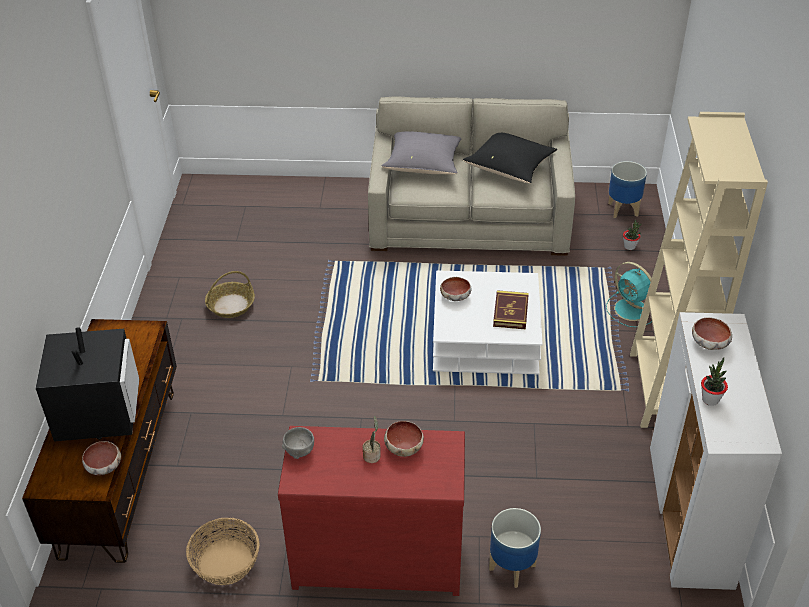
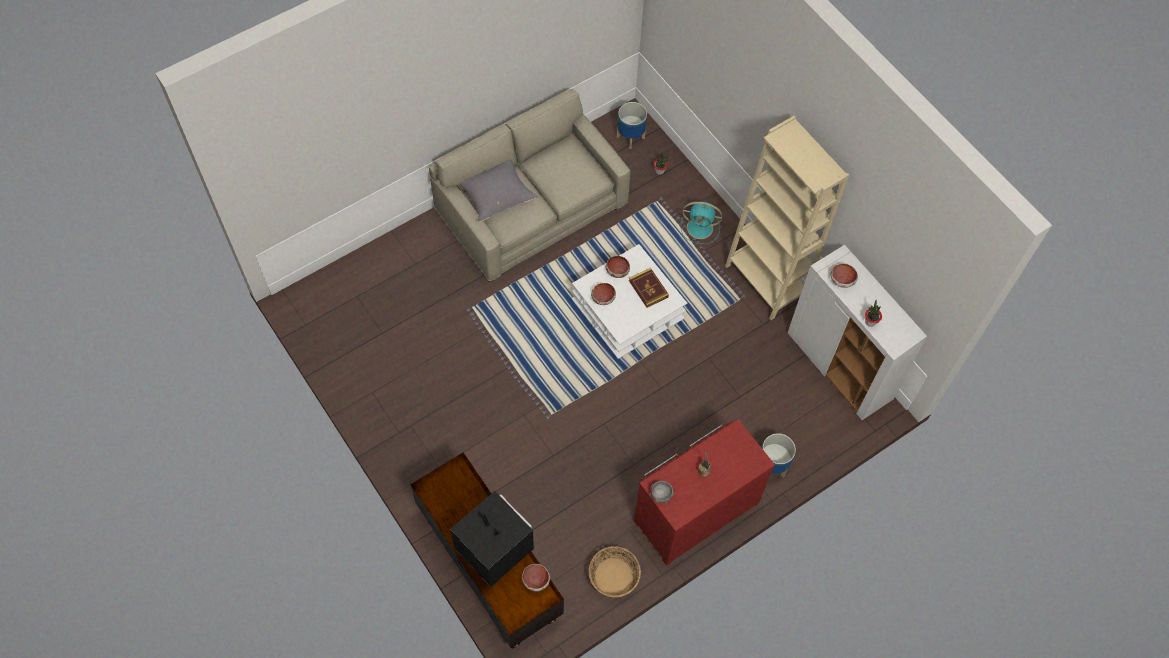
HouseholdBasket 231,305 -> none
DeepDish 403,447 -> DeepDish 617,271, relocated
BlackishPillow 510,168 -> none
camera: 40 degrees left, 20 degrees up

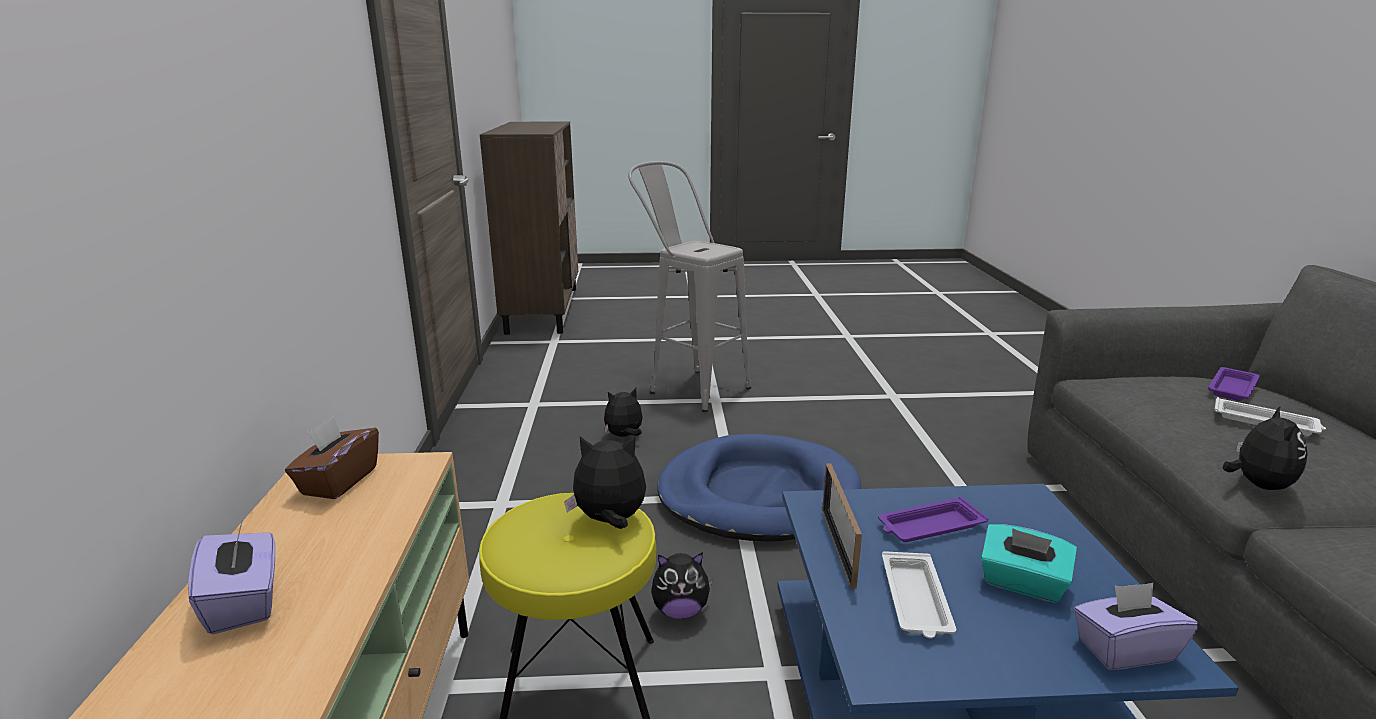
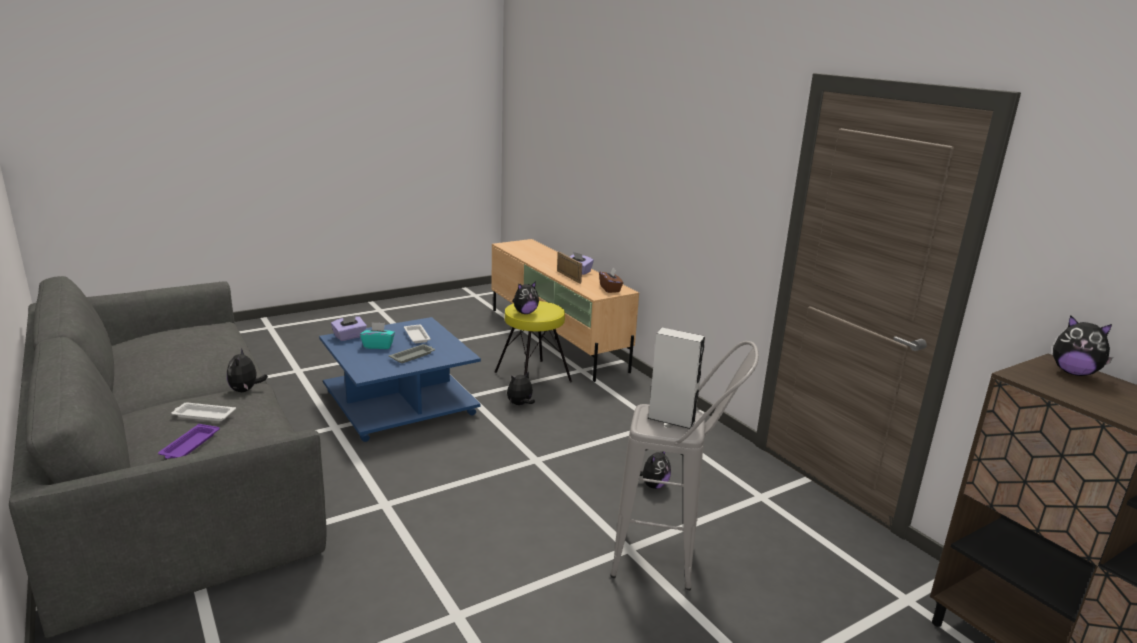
BluishPetBed 757,494 -> none
PictureFrame 838,547 -> PictureFrame 568,277, relocated
PurplishCarryingTray 929,527 -> GreyCarryingTray 413,356
none -> GreyLoudspeaker 671,419
none -> PlushToy 1073,373
camera: 150 degrees right, 0 degrees up

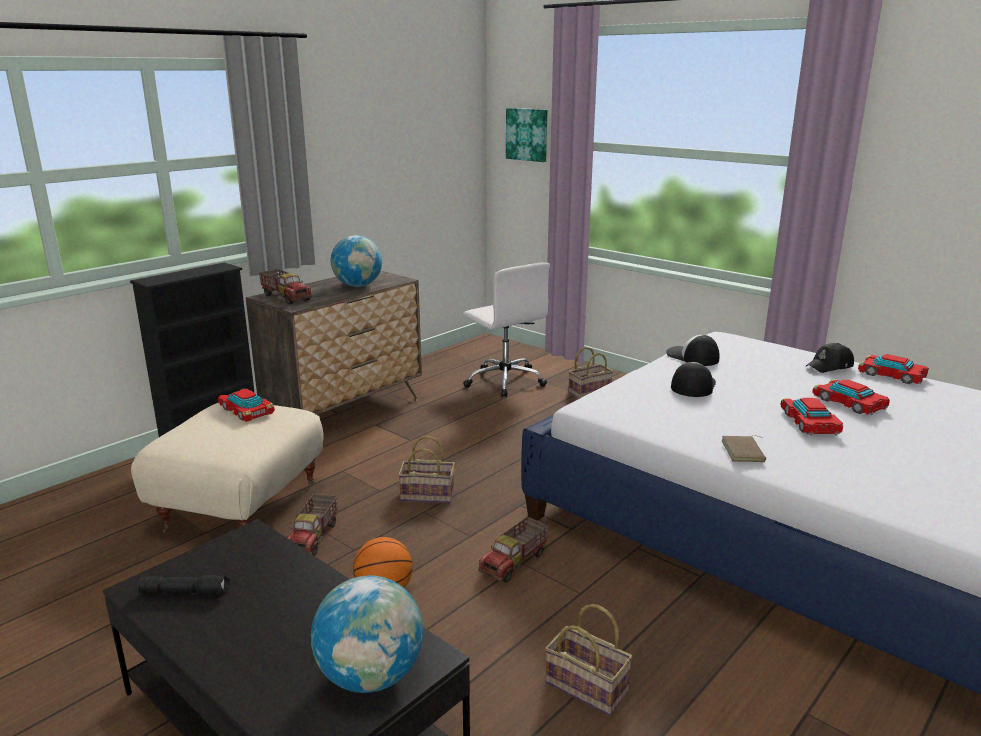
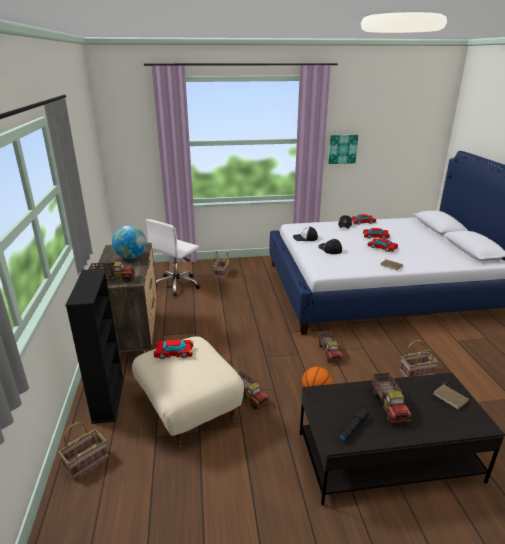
WorldGlobe 370,676 -> BrownishBoundBook 451,397
HouseholdBasket 429,494 -> HouseholdBasket 87,461, relocated
WhitishOfficeChair 504,381 -> WhitishOfficeChair 177,284, 120 degrees clockwise
Picture 527,134 -> Picture 342,149, relocated
none -> ToyLorry 389,405
camera: 50 degrees left, 5 degrees up

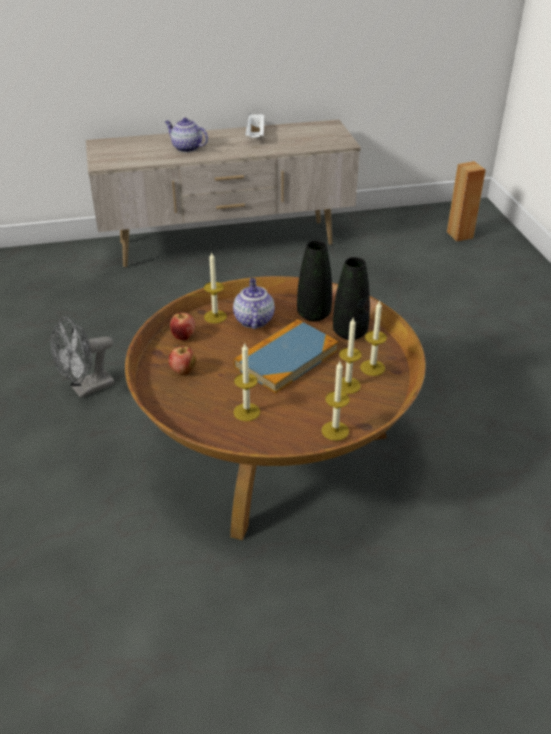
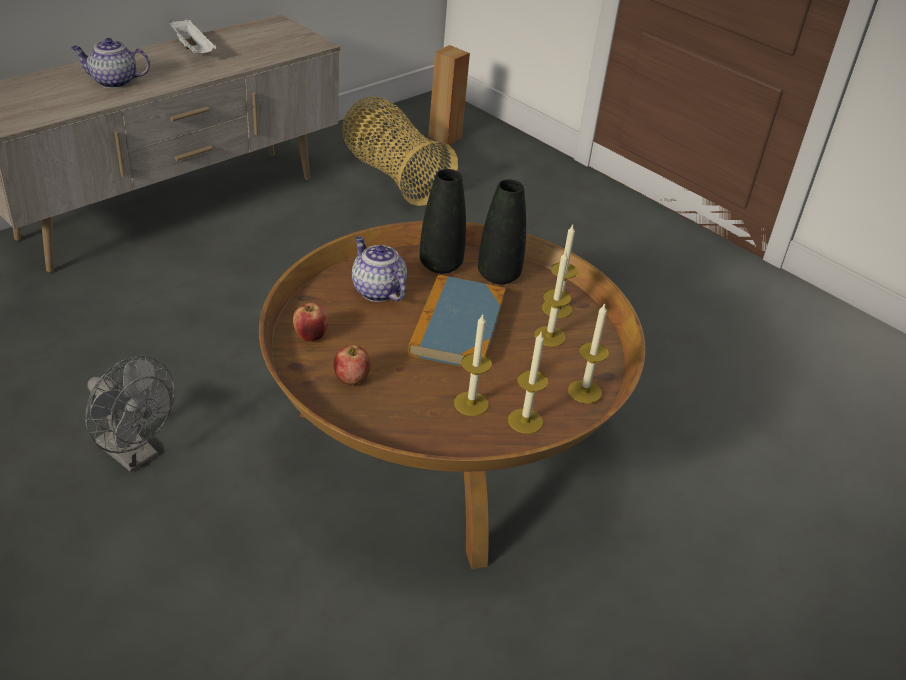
GreyCoolingFan 87,389 -> GreyCoolingFan 134,455, 75 degrees counterclockwise
WaxLight 215,316 -> WaxLight 525,421, relocated
none -> HouseholdBasket 394,176
camera: 35 degrees left, 0 degrees up

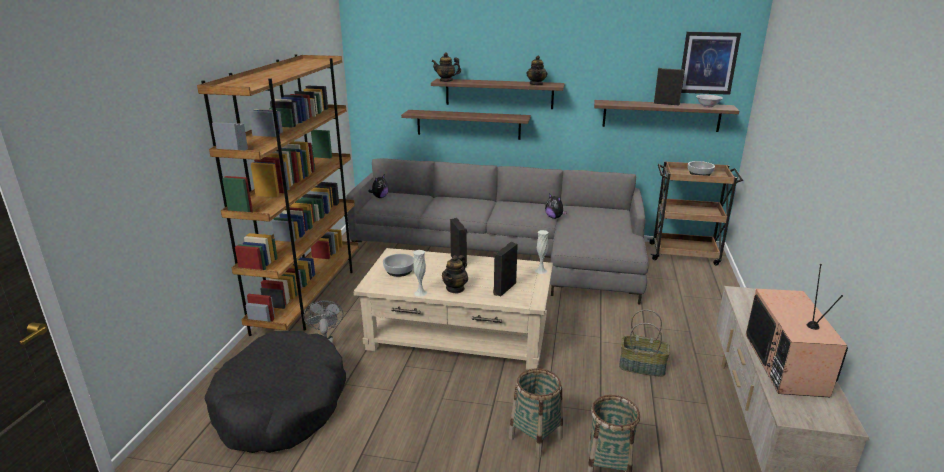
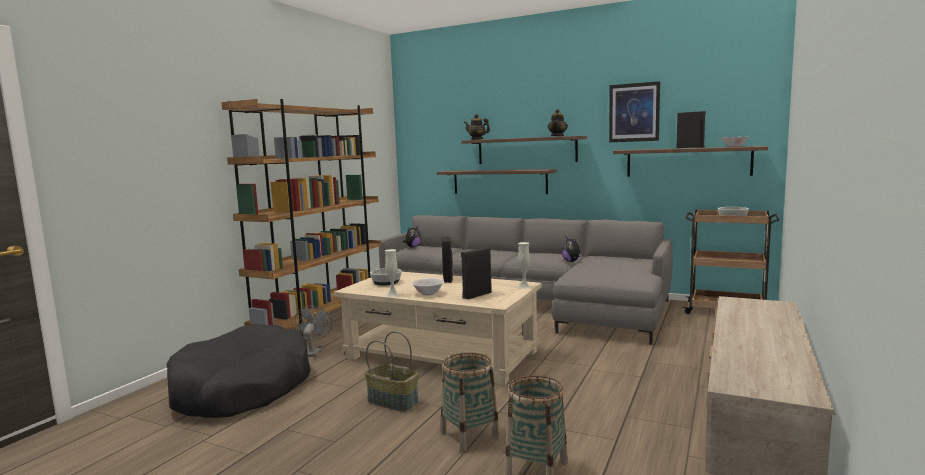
PotForTea 455,288 -> WhitishDeepDish 428,293
HouseholdBasket 642,367 -> HouseholdBasket 393,401, relocated
Picture 708,63 -> Picture 634,112, relocated
Tv 787,365 -> none
camera: 15 degrees right, 15 degrees down

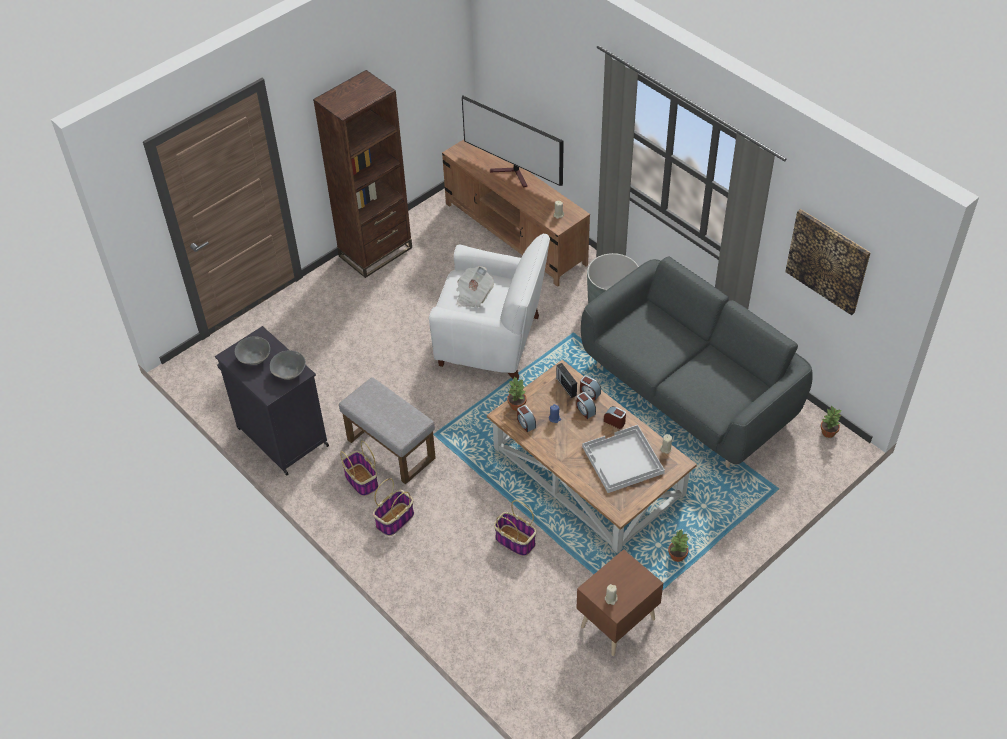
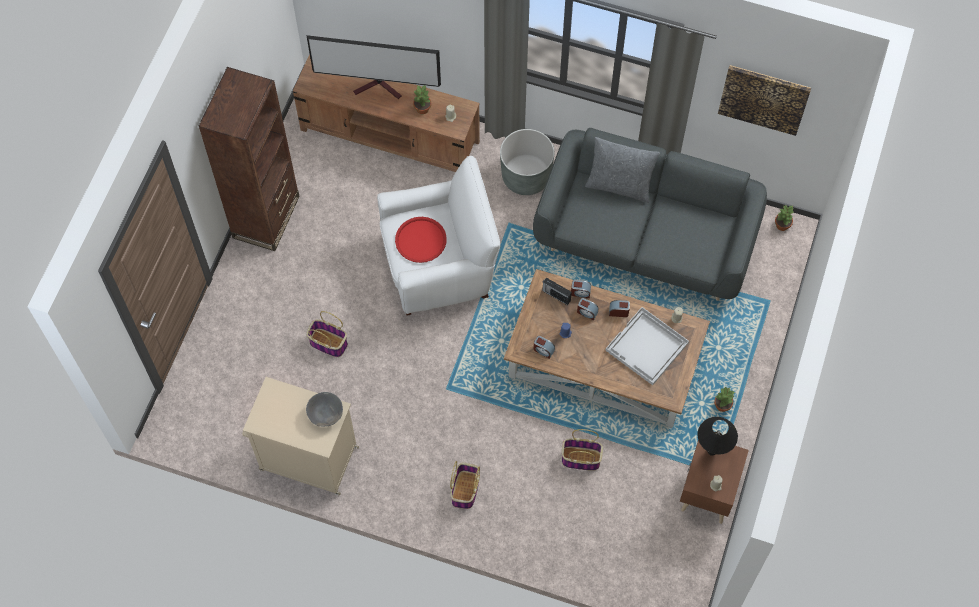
BlackishCupboard 281,436 -> BeigeCupboard 307,458
GreyDeepDish 254,358 -> none
GreyOttoman 389,449 -> none
HouseholdBasket 361,480 -> HouseholdBasket 327,343, relocated
PrintedPaper 473,295 -> RedColouredCarryingTray 421,240
PottedPlant 517,405 -> PottedPlant 422,108, relocated
none -> GreyPillow 619,185
none -> BlackishLampForATable 712,451
camera: 30 degrees left, 15 degrees up

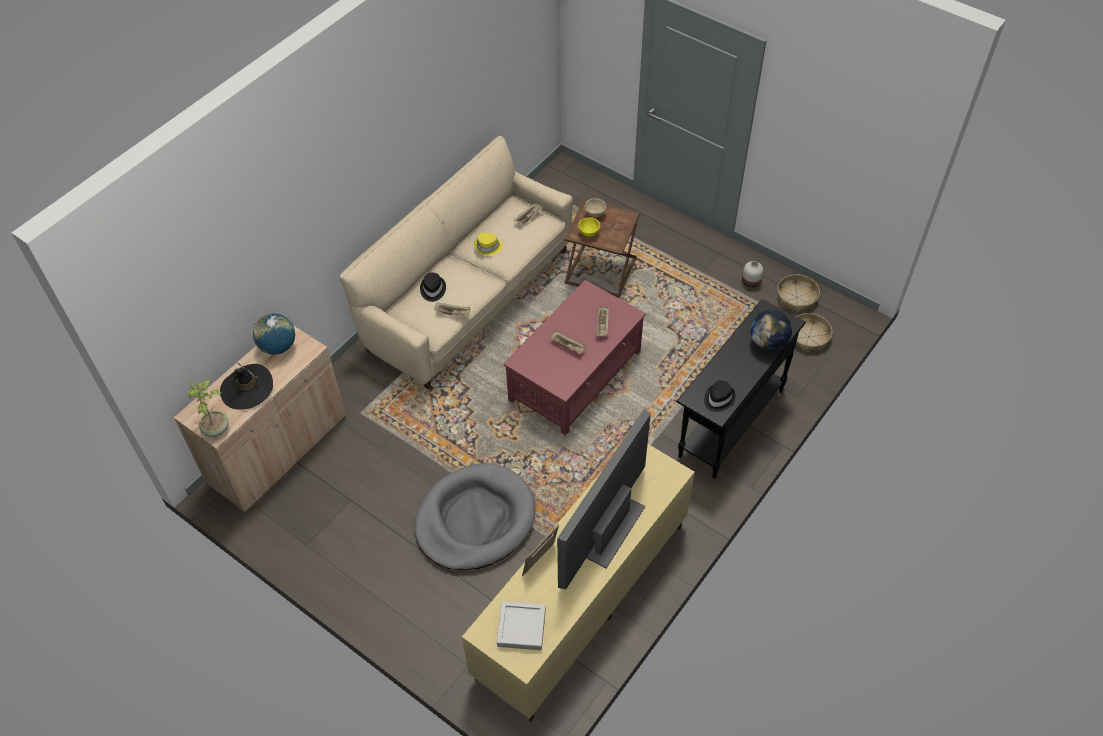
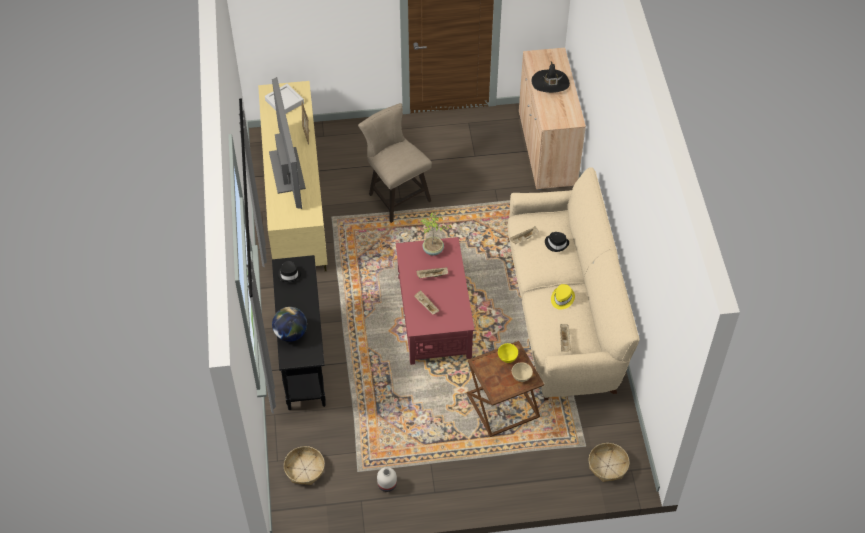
PottedPlant 216,428 -> PottedPlant 433,250, relocated
WorldGlobe 278,346 -> none
GreyPetBed 475,520 -> BeigeSittingStool 396,195
HouseholdBasket 796,297 -> HouseholdBasket 607,466, relocated
camera: 135 degrees right, 0 degrees up

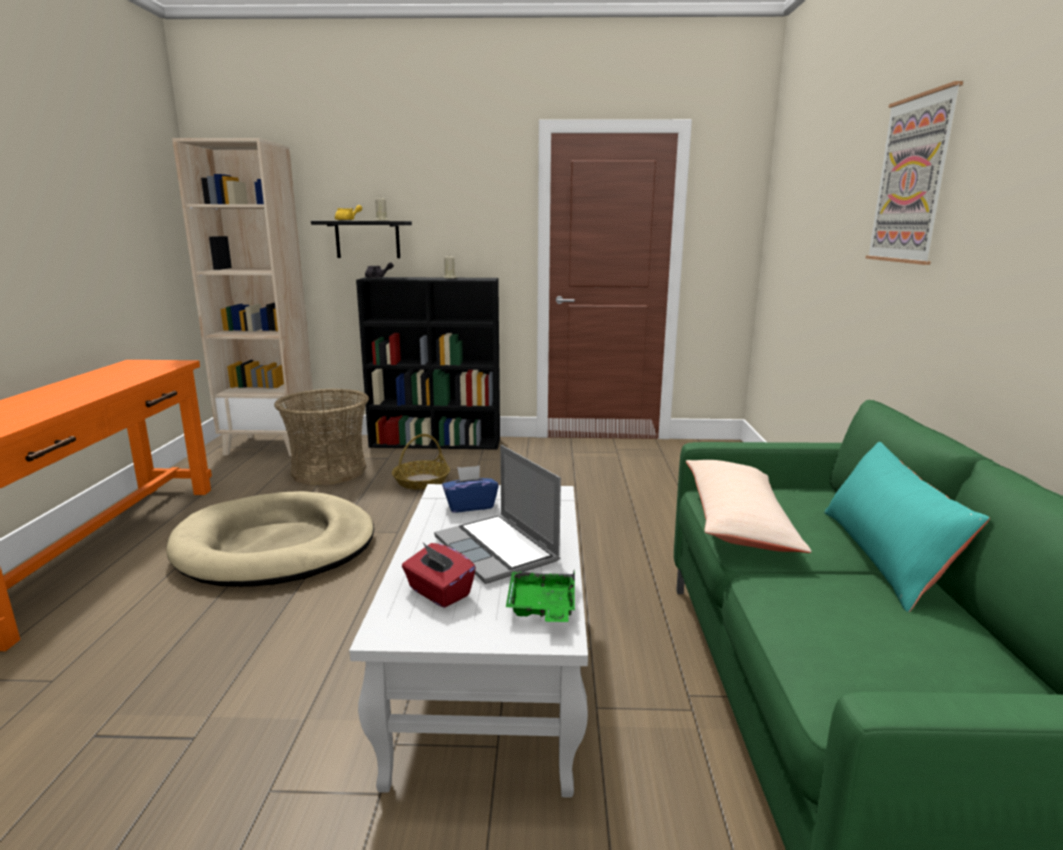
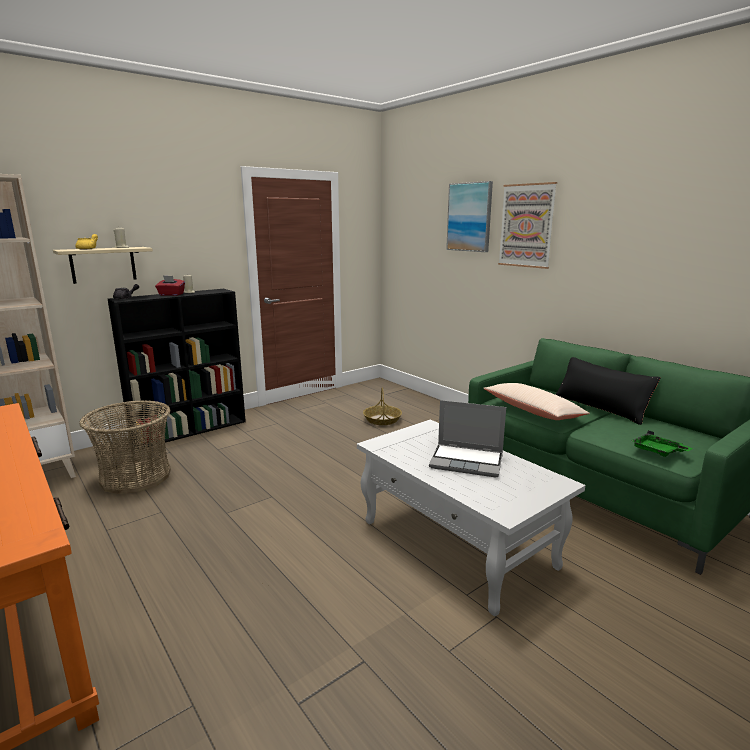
BeigePetBed 276,546 -> none
BlackishWallShelf 367,239 -> BeigeWallShelf 103,264
HouseholdBasket 421,481 -> HouseholdBasket 382,419, relocated
RedColouredTissueHolder 438,592 -> RedColouredTissueHolder 171,294, relocated
BluishTissueHolder 470,506 -> none
GreenishCarryingTray 542,607 -> GreenishCarryingTray 658,451, relocated
TurquoiseColouredPillow 884,556 -> BlackishPillow 600,408
none -> Picture 469,217
camera: 40 degrees left, 0 degrees up

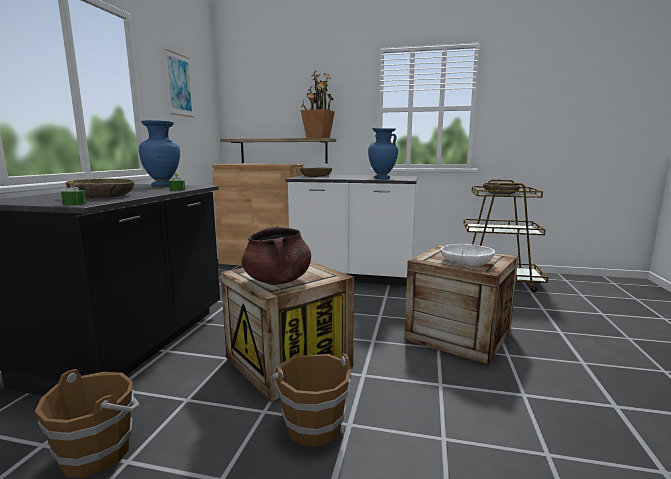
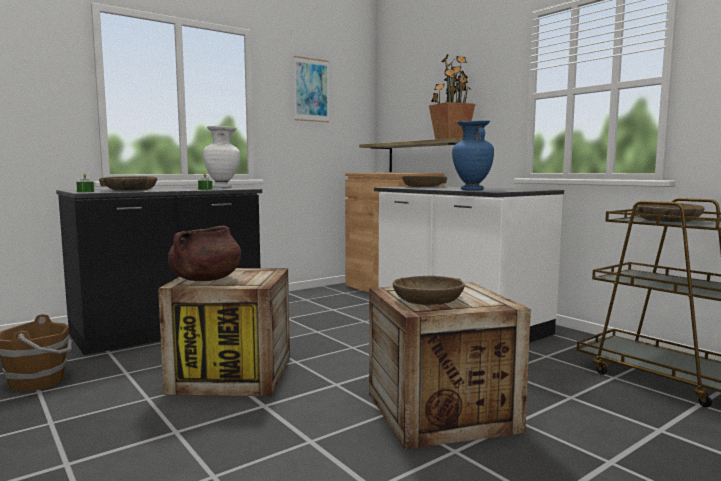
BluishDecorativeVase 163,186 -> WhitishDecorativeVase 222,187
BrownishWaterBucket 313,425 -> none
WhitishDeepDish 466,262 -> BrownishDeepDish 428,300
camera: 40 degrees right, 5 degrees down

